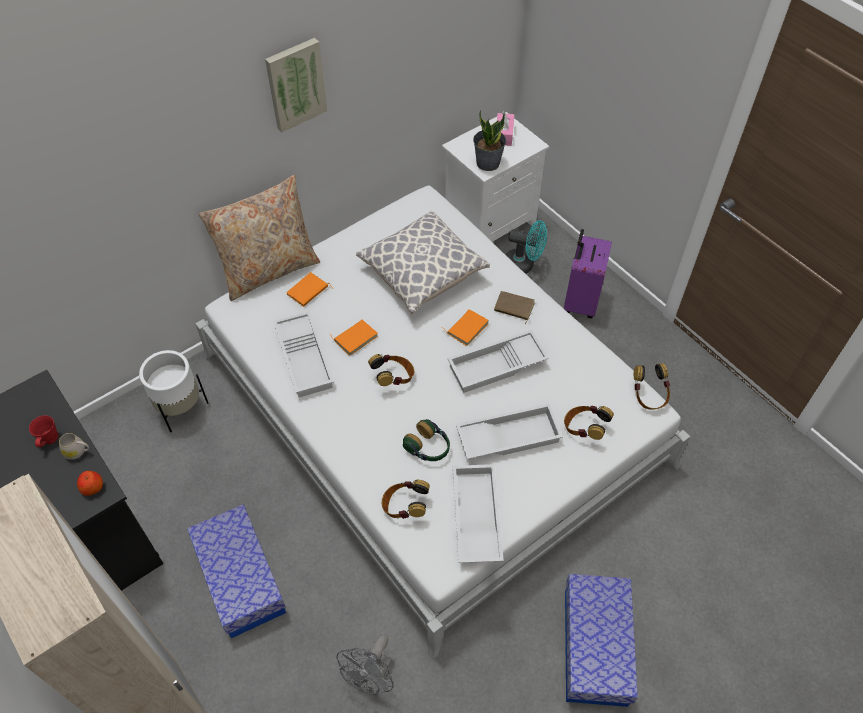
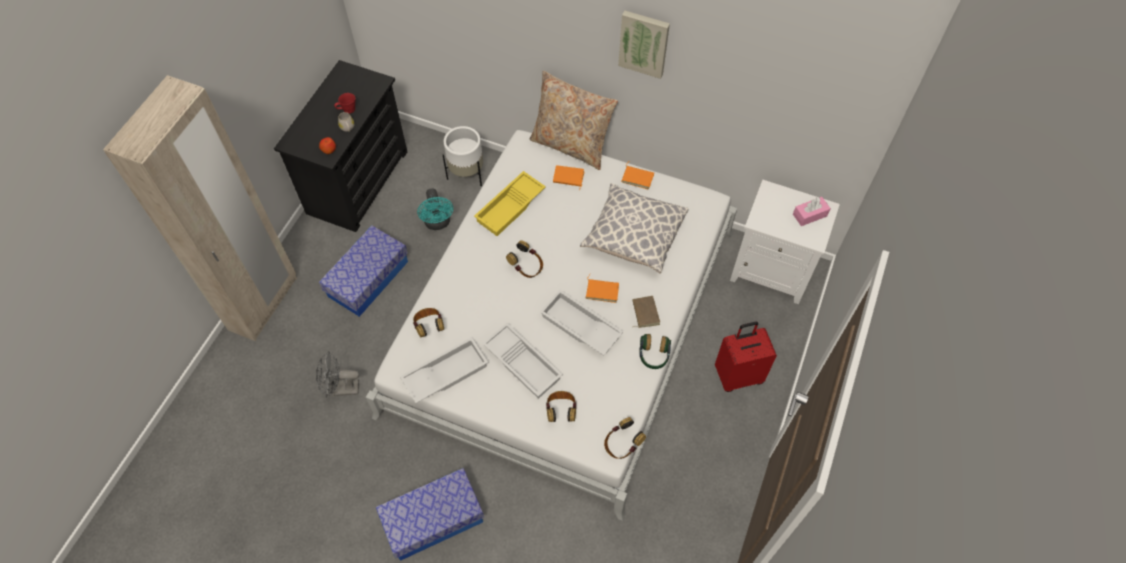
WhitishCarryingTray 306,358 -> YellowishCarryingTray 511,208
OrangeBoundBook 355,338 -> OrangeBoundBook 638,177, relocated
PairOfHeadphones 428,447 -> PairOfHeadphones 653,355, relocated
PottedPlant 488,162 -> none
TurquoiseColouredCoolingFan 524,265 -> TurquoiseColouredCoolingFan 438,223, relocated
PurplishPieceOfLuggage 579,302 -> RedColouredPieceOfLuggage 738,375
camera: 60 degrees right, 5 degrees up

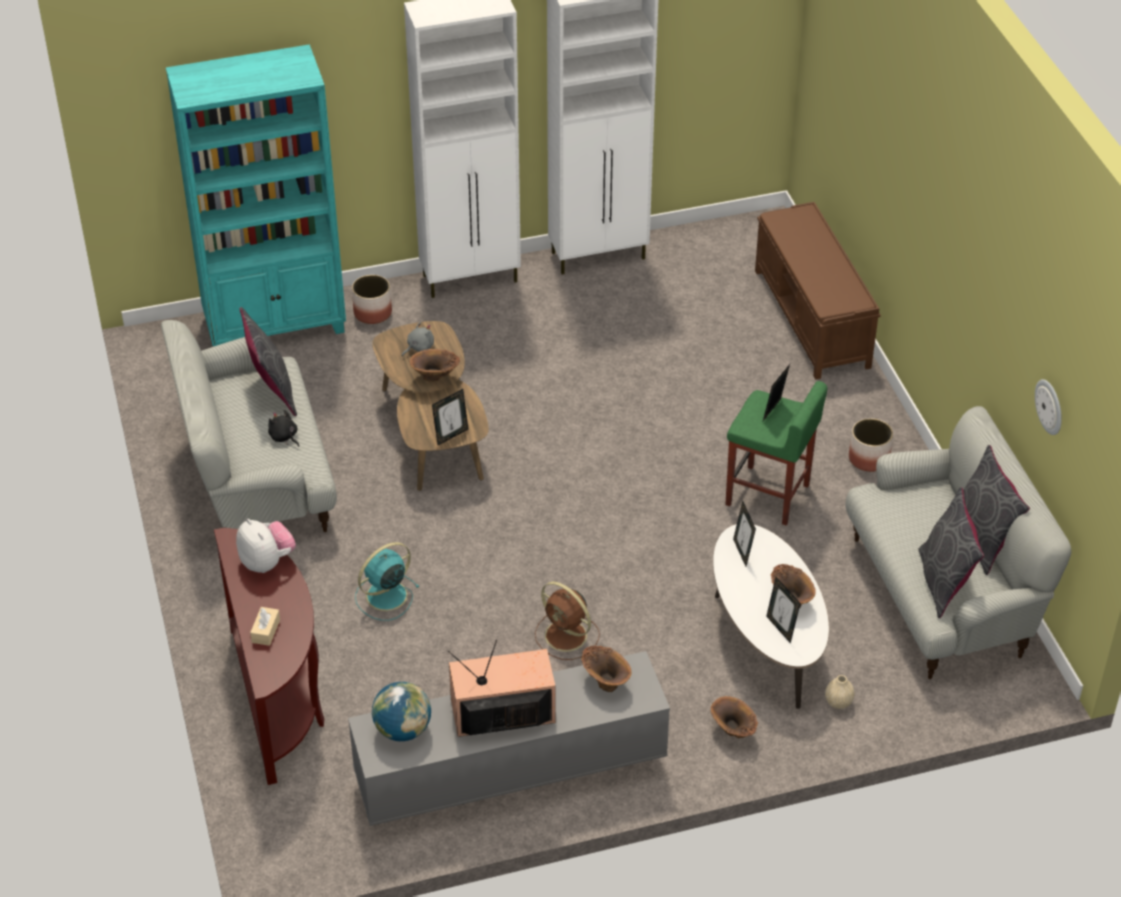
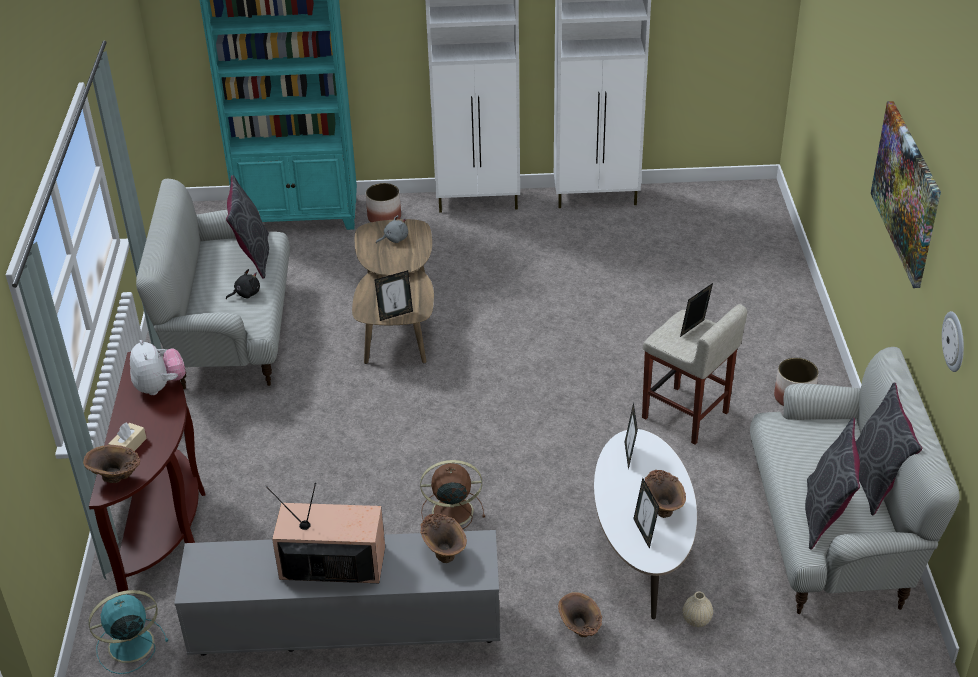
BlackishPlushToy 284,437 -> BlackishPlushToy 246,294, 90 degrees clockwise
TurquoiseColouredCoolingFan 385,596 -> TurquoiseColouredCoolingFan 129,645, relocated
WorldGlobe 403,730 -> none
BrownishDecorativeVase 435,378 -> BrownishDecorativeVase 116,479, relocated
BrownishCoolingFan 567,636 -> BrownishCoolingFan 450,511, 120 degrees clockwise
GreenishSittingStool 768,495 -> BeigeSittingStool 686,415
BrownishIndoorBench 812,319 -> none
none -> Picture 906,192
camera: 15 degrees right, 5 degrees down

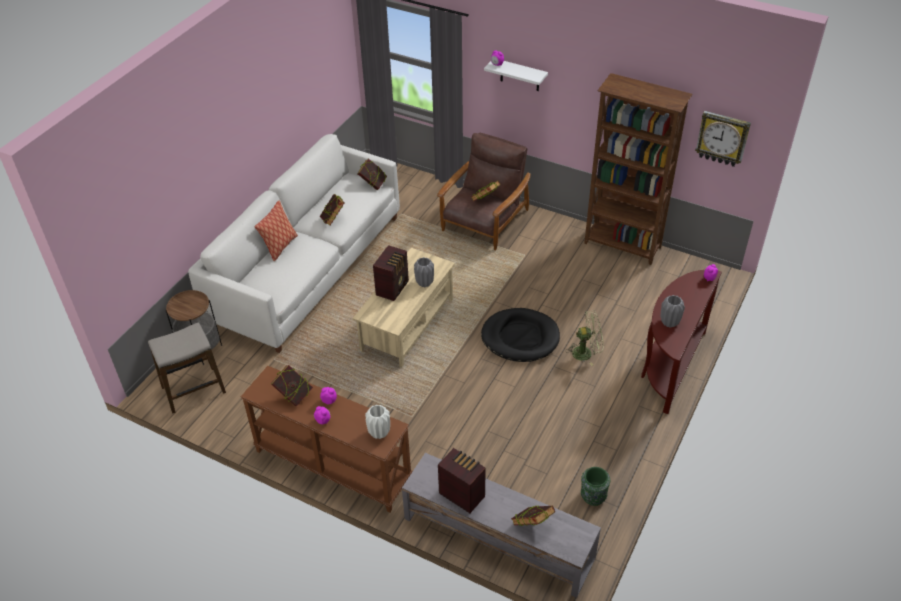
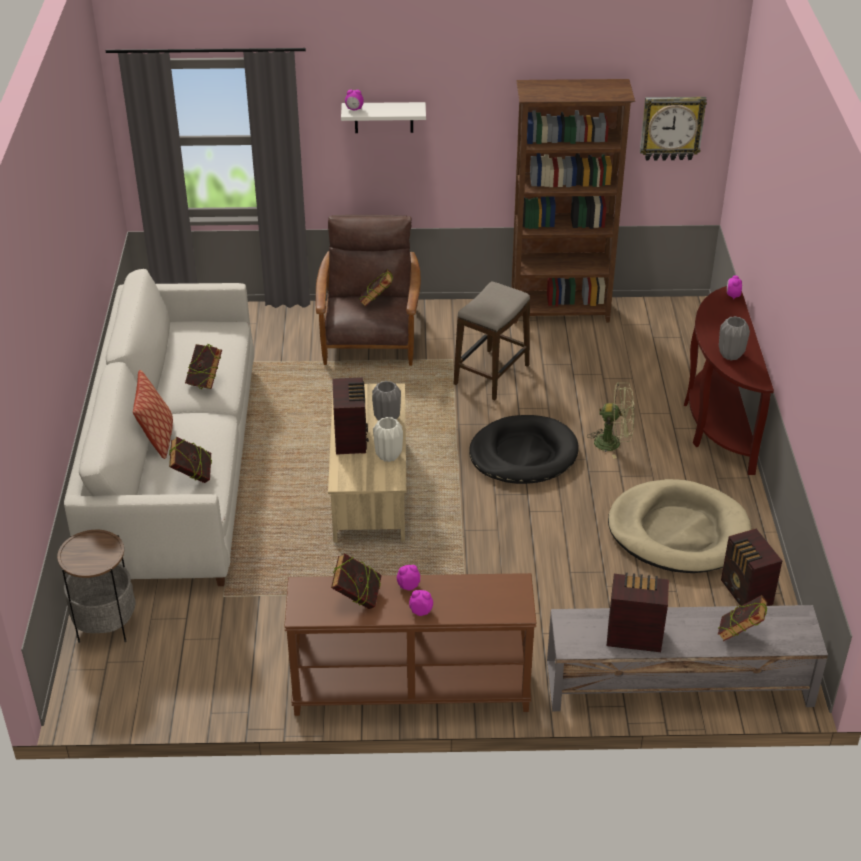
SittingStool 194,390 -> SittingStool 492,375, relocated
BoundBook 373,184 -> BoundBook 192,476, relocated
WhitishDecorativeVase 379,432 -> WhitishDecorativeVase 388,455, relocated
GreenishCoolingFan 586,352 -> GreenishCoolingFan 613,443, 45 degrees clockwise
GreenishDecorativeVase 593,496 -> Radio 746,594
none -> BeigePetBed 678,531
camera: 30 degrees left, 5 degrees down

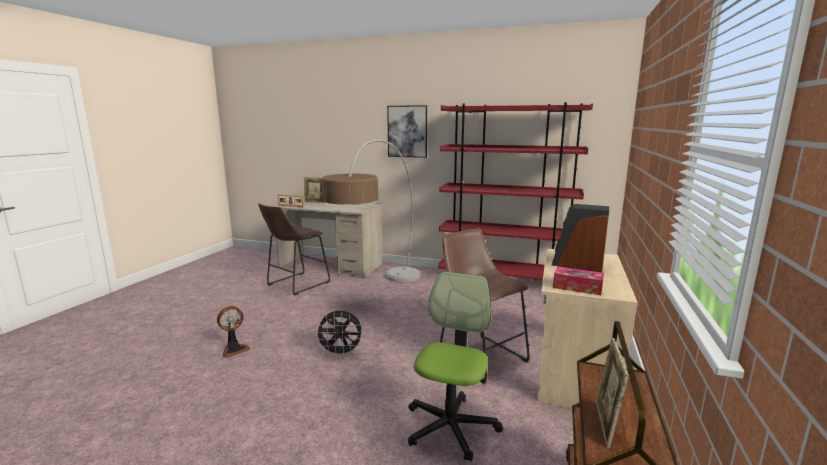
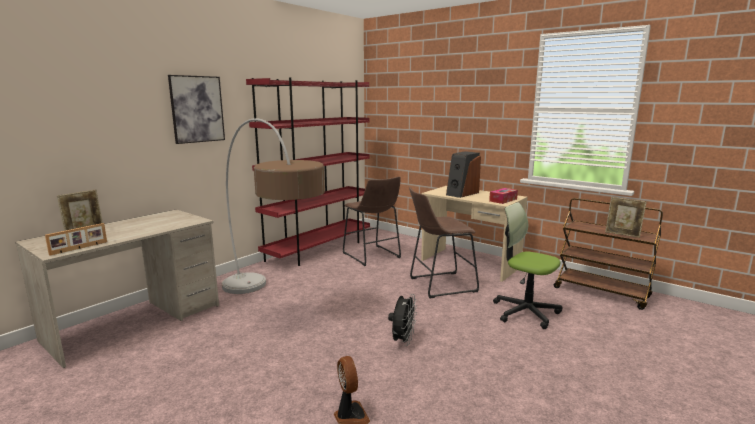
BrownishSittingStool 295,284 -> BrownishSittingStool 372,256, relocated
camera: 70 degrees left, 0 degrees up

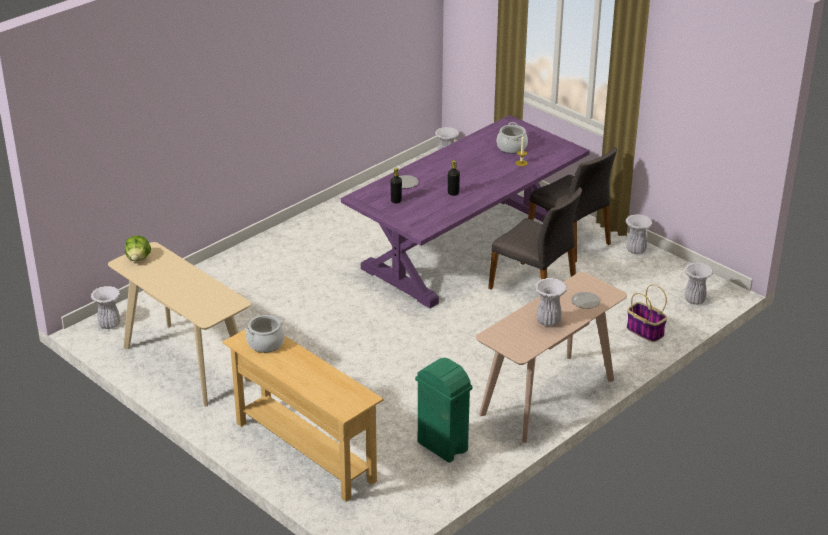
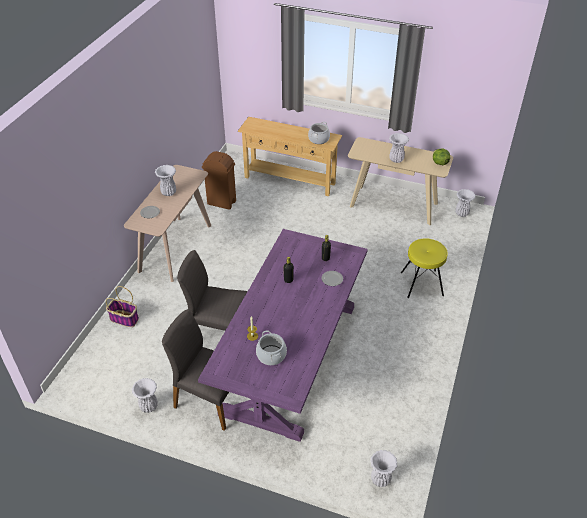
GreenishTrashCan 442,447 -> BrownishTrashCan 221,202
WhitishDecorativeVase 695,300 -> WhitishDecorativeVase 396,160, relocated
none -> YellowishSittingStool 422,284
camera: 155 degrees right, 10 degrees up

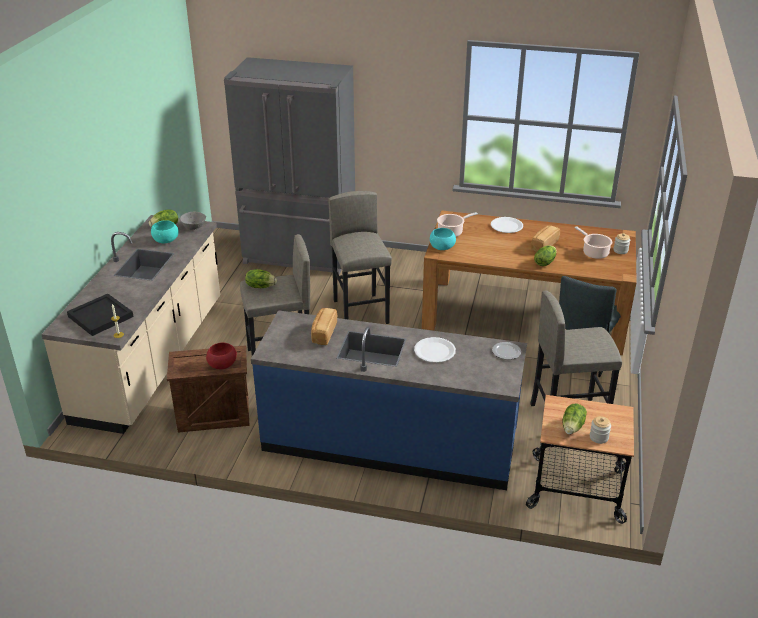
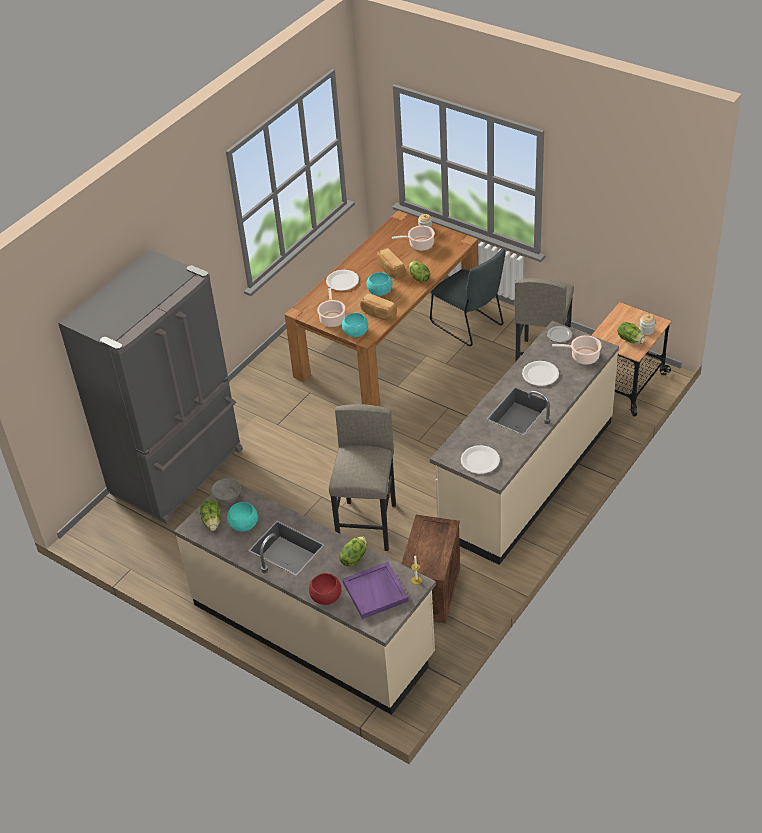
BlackishCarryingTray 100,317 -> PurplishCarryingTray 376,592
RedColouredDeepDish 222,364 -> RedColouredDeepDish 325,596, relocated
HeadOfLettuce 260,286 -> HeadOfLettuce 353,558, relocated
BluishCounter 389,442 -> BeigeCounter 525,476
BakeryBread 323,333 -> BakeryBread 378,313, relocated
GreySittingStool 361,311 -> none
none -> TurquoiseColouredDeepDish 380,291
none -> WhitishPlate 480,460
none -> Stockpot 583,357
camera: 65 degrees left, 10 degrees up

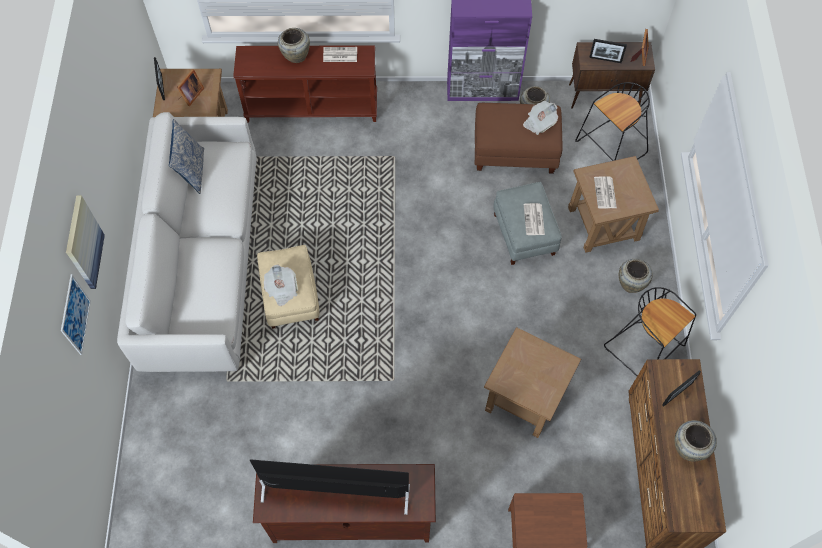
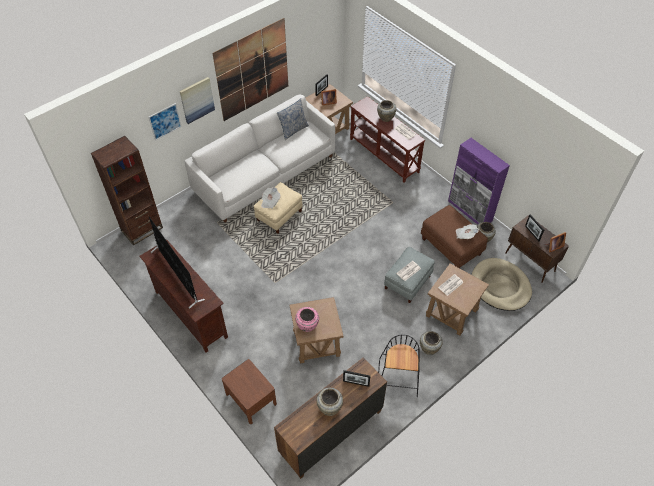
BlackishSittingStool 610,149 -> BeigePetBed 500,286
none -> BrownishBookcase 142,229
none -> Picture 253,70
none -> PinkColouredDecorativeVase 307,326
camera: 50 degrees right, 10 degrees down

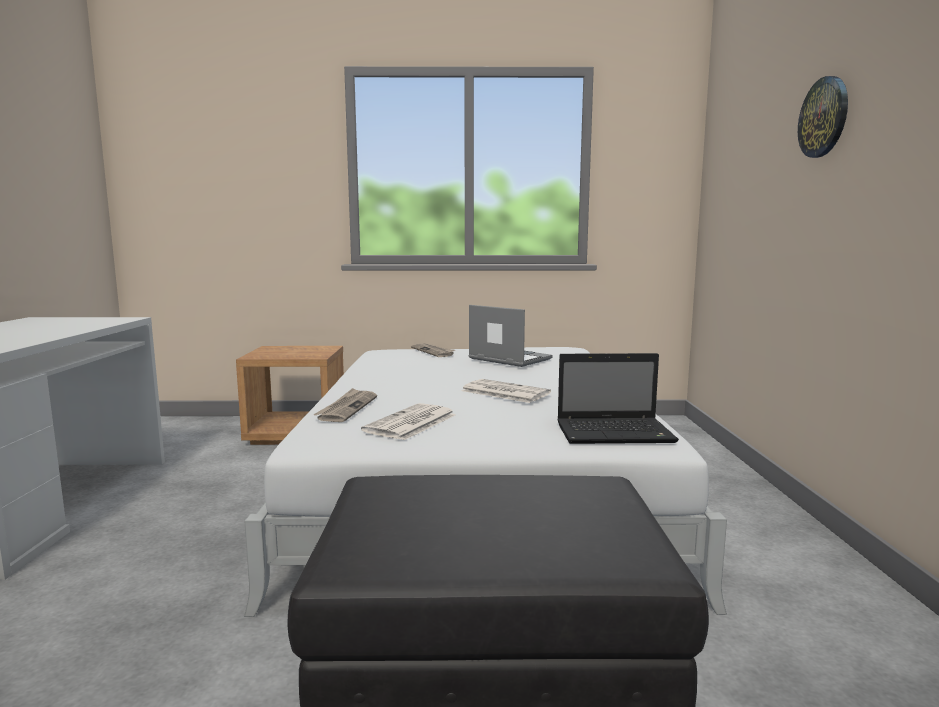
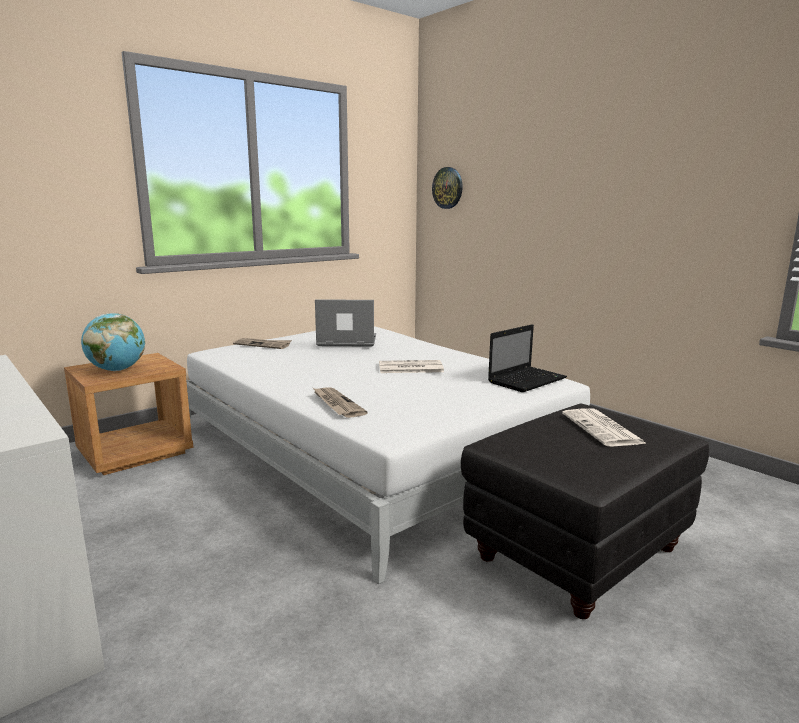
PrintedPaper 410,423 -> PrintedPaper 603,429, relocated
HangingClock 824,117 -> HangingClock 448,188, relocated
none -> WorldGlobe 117,370
camera: 40 degrees left, 5 degrees up

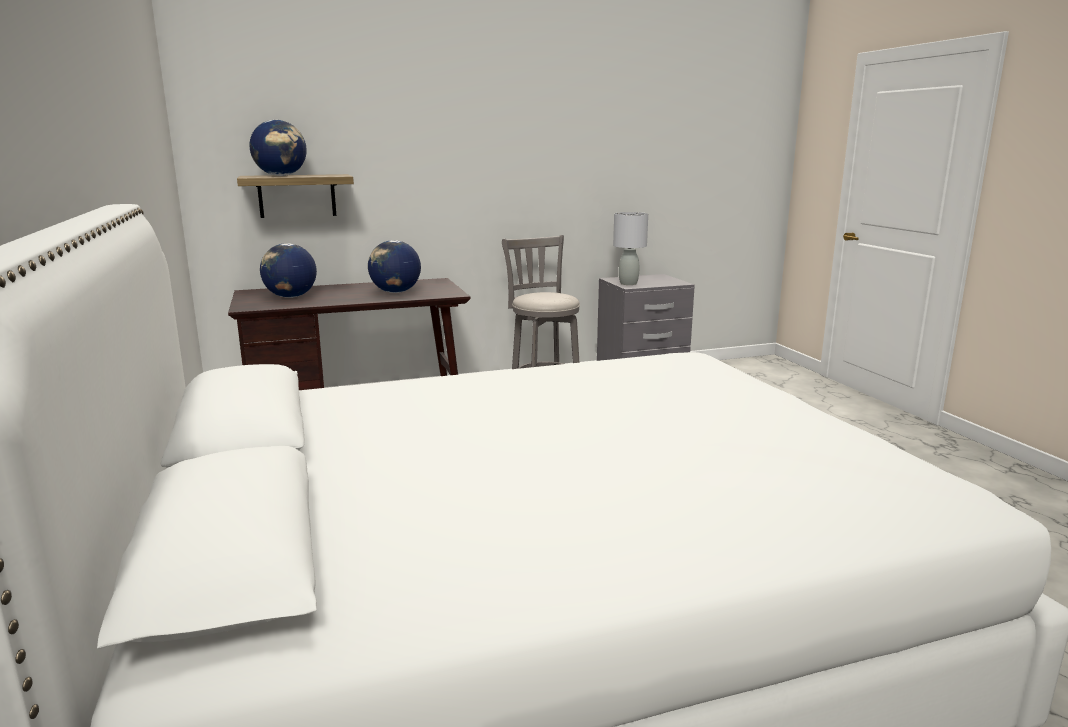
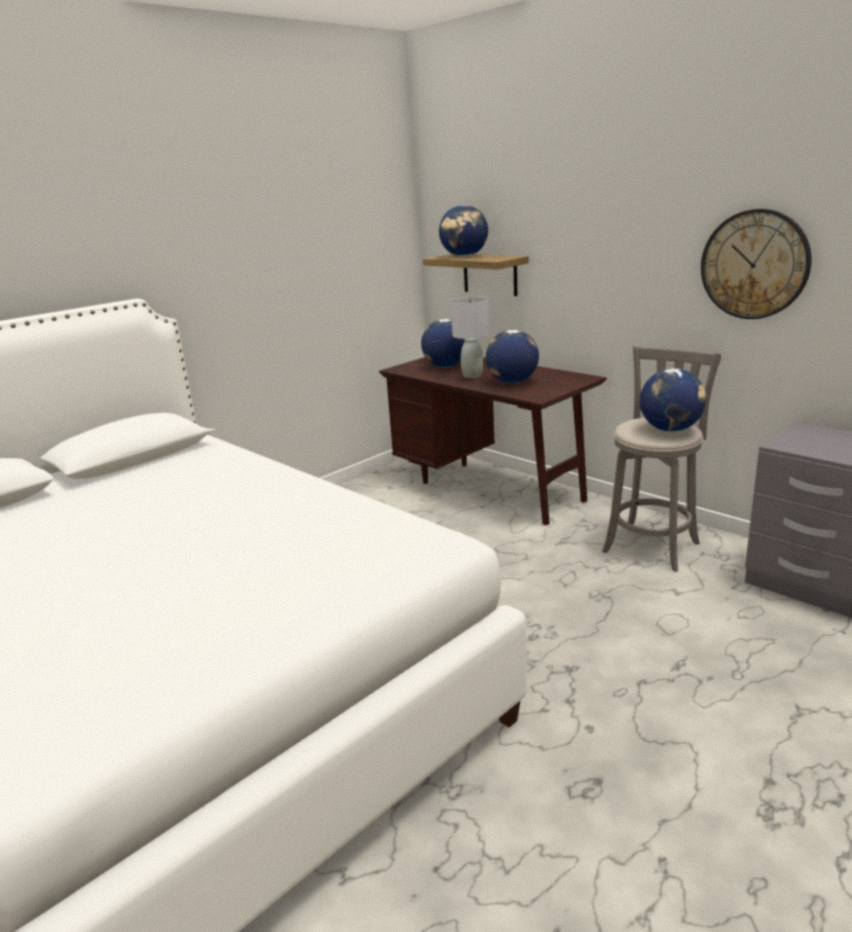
GreyLampForATable 628,283 -> GreyLampForATable 472,376, relocated
none -> WorldGlobe 670,429
none -> HangingClock 754,264
camera: 65 degrees right, 5 degrees up

